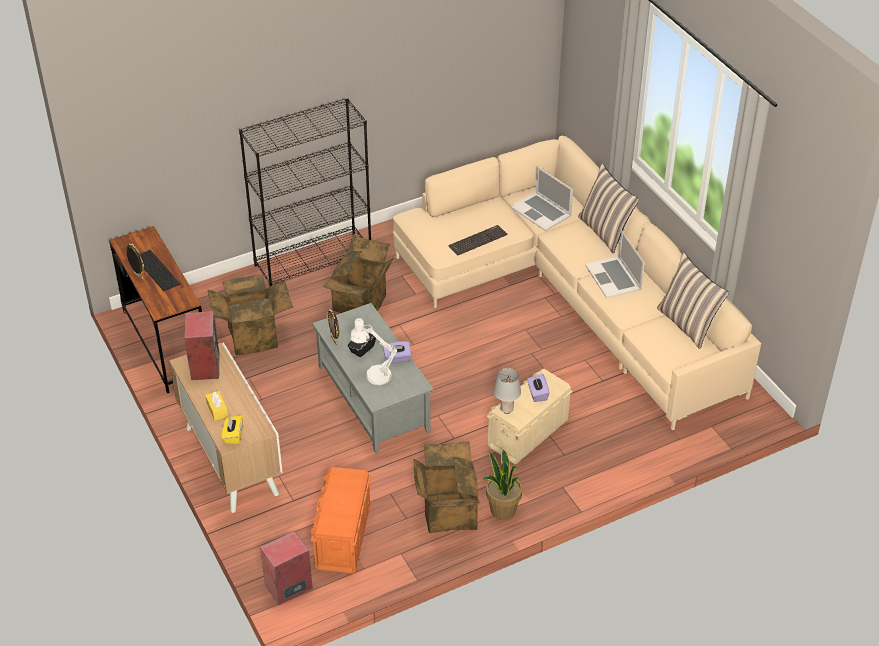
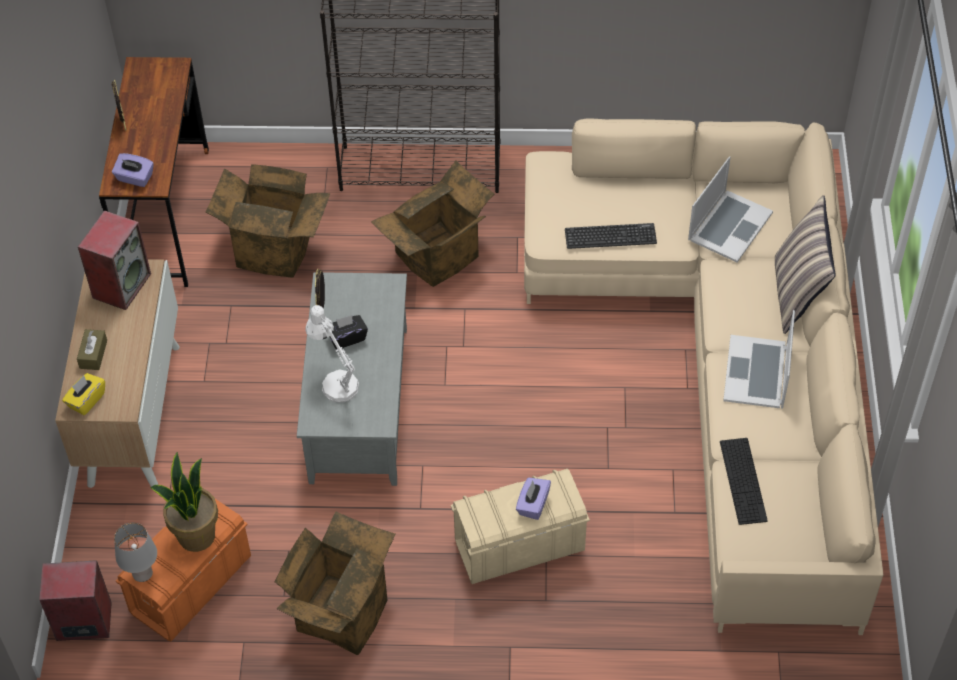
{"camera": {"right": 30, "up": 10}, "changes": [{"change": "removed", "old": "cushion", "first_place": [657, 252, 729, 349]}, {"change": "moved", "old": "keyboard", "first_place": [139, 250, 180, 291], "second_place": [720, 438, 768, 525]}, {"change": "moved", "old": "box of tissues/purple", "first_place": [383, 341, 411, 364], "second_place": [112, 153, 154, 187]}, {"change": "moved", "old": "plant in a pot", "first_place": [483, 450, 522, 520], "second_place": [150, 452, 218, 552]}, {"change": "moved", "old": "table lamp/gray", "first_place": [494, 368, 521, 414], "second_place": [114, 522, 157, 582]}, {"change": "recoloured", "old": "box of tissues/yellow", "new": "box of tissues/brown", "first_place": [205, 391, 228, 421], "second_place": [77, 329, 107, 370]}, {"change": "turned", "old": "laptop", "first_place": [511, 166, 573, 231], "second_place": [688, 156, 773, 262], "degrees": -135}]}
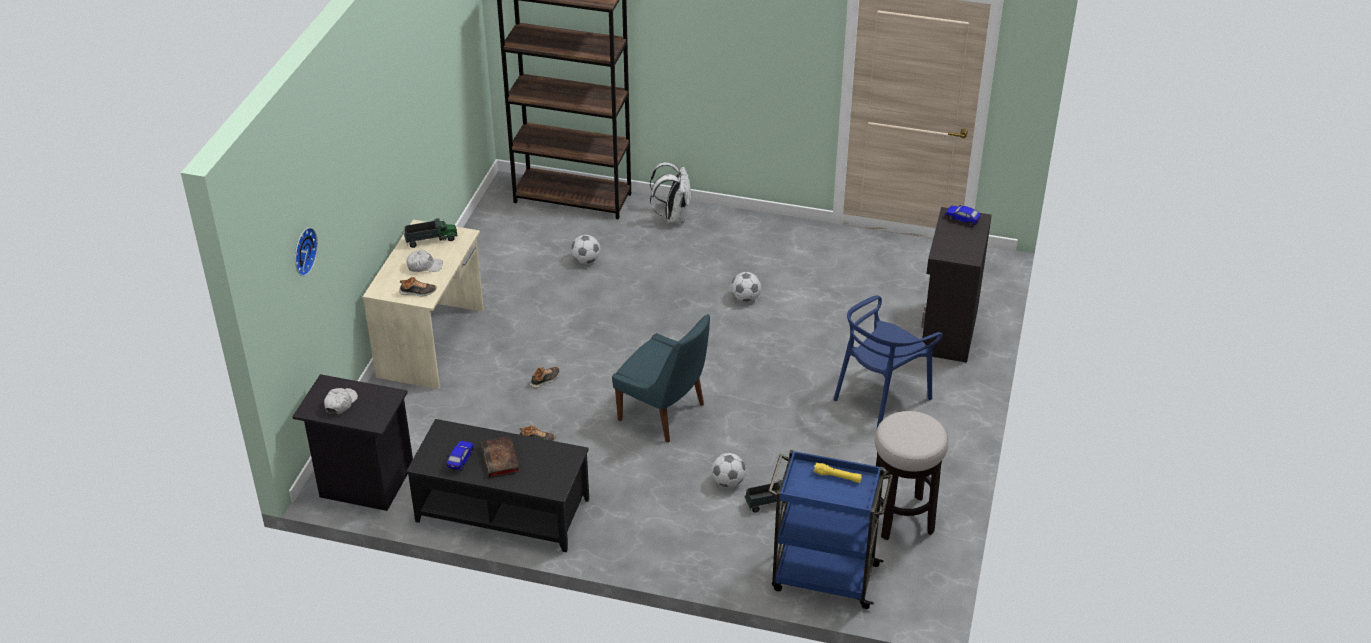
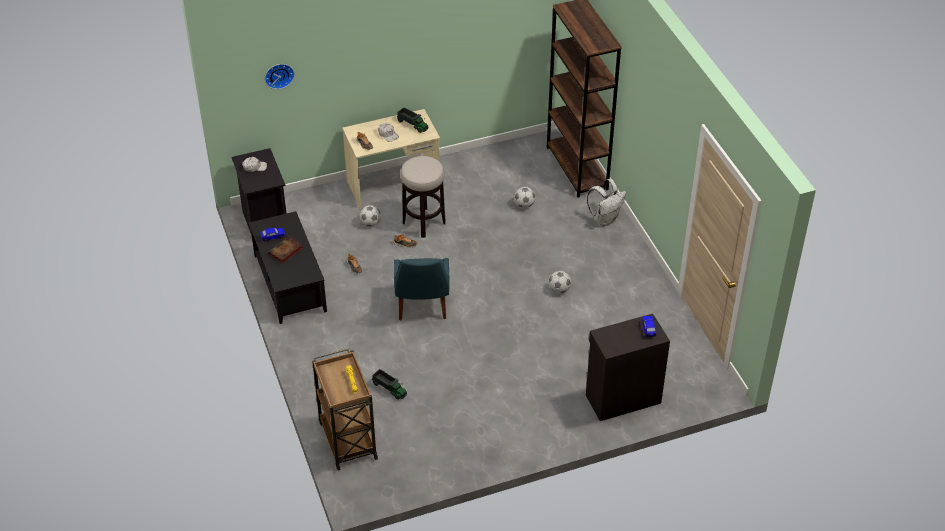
{"camera": {"right": 55, "up": 5}, "changes": [{"change": "removed", "old": "chair/bluish", "first_place": [834, 295, 943, 427]}, {"change": "moved", "old": "ball for football", "first_place": [712, 453, 746, 487], "second_place": [359, 205, 381, 227]}, {"change": "moved", "old": "stool seat", "first_place": [875, 411, 948, 541], "second_place": [400, 156, 446, 238]}, {"change": "recoloured", "old": "cart/bluish", "new": "cart/brown", "first_place": [768, 450, 893, 609], "second_place": [312, 348, 378, 471]}]}
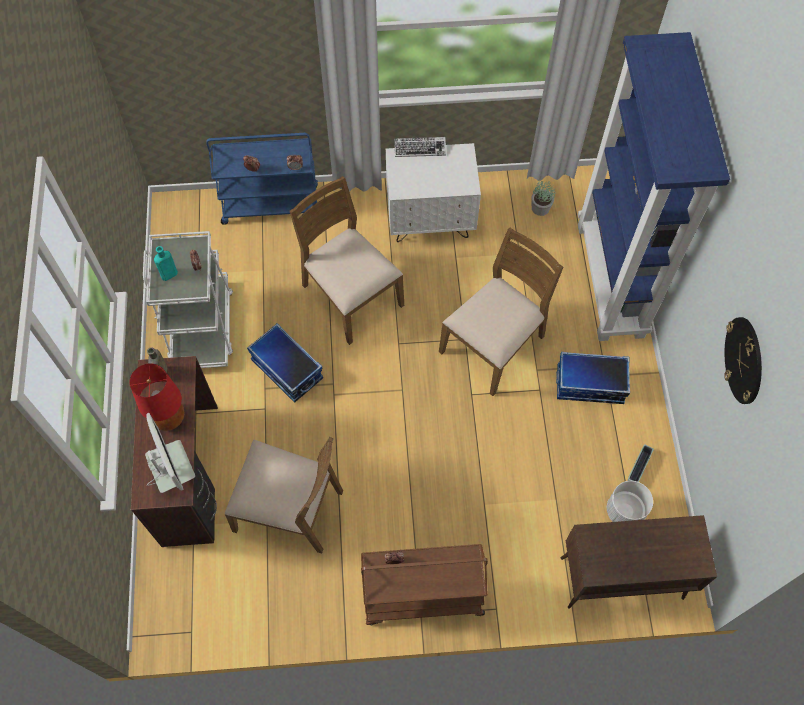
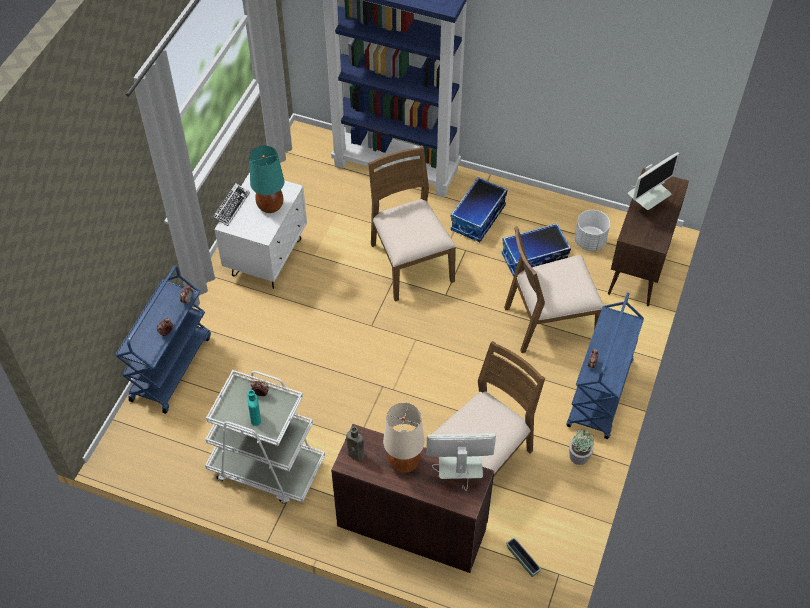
{"camera": {"right": -65, "up": -10}, "changes": [{"change": "removed", "old": "hanging clock", "first_place": [724, 317, 762, 404]}, {"change": "added", "new": "table lamp/blue-green", "second_place": [249, 146, 284, 213]}, {"change": "added", "new": "monitor", "second_place": [628, 152, 679, 210]}, {"change": "moved", "old": "storage box", "first_place": [247, 323, 323, 403], "second_place": [502, 223, 571, 277]}, {"change": "moved", "old": "chair/brown", "first_place": [290, 176, 404, 345], "second_place": [504, 226, 604, 353]}, {"change": "moved", "old": "plant in a pot", "first_place": [532, 180, 556, 216], "second_place": [569, 429, 594, 465]}, {"change": "moved", "old": "flower pot", "first_place": [628, 444, 654, 482], "second_place": [506, 538, 541, 577]}, {"change": "recoloured", "old": "table lamp/red-coloured", "new": "table lamp/beige-coloured", "first_place": [129, 363, 184, 431], "second_place": [383, 403, 425, 473]}, {"change": "recoloured", "old": "cart/brown", "new": "cart/bluish", "first_place": [361, 544, 488, 625], "second_place": [567, 293, 644, 439]}]}
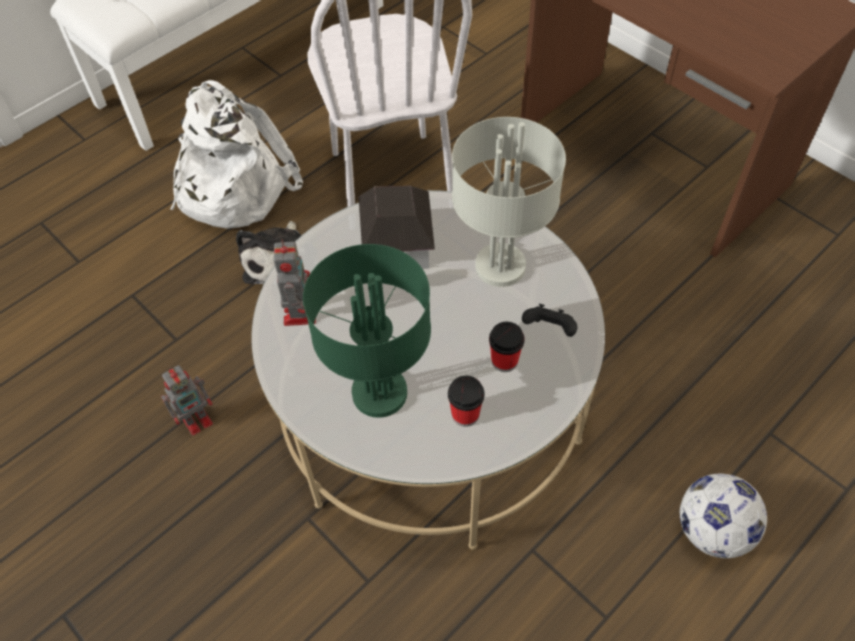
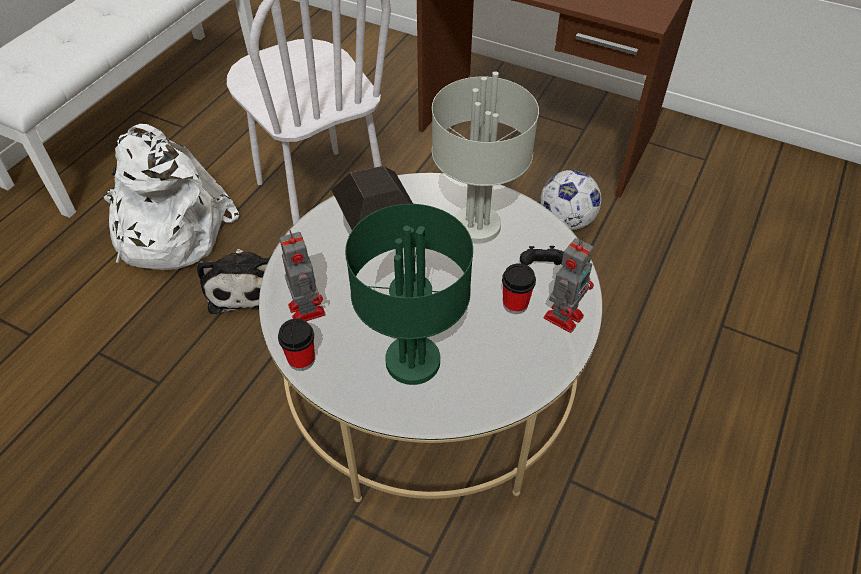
{"camera": {"right": -20, "up": -5}, "changes": [{"change": "moved", "old": "model robot", "first_place": [161, 365, 213, 436], "second_place": [544, 237, 594, 333]}, {"change": "moved", "old": "small cup", "first_place": [448, 376, 485, 427], "second_place": [278, 318, 315, 371]}, {"change": "moved", "old": "ball for football", "first_place": [680, 473, 767, 558], "second_place": [540, 170, 601, 230]}]}
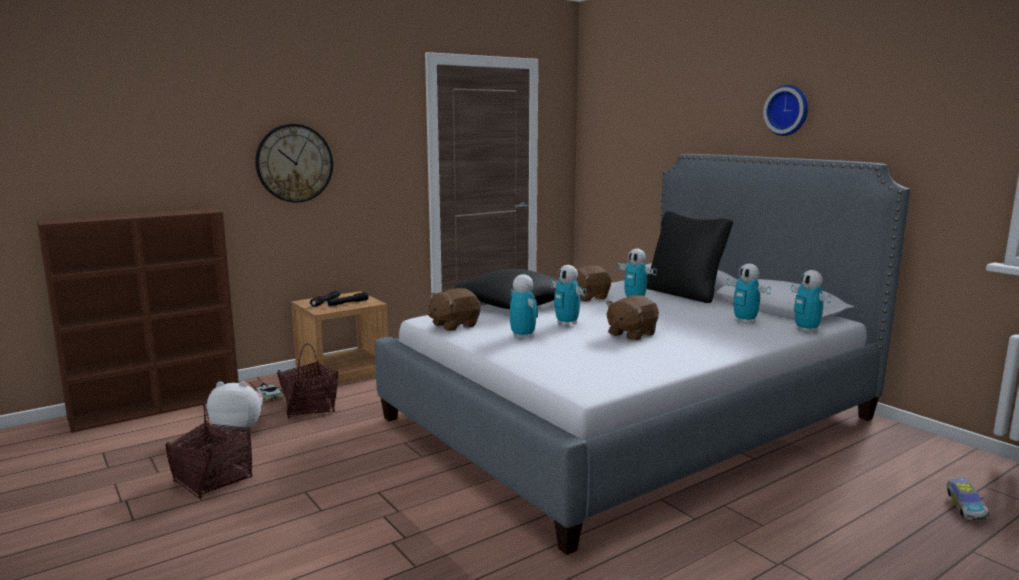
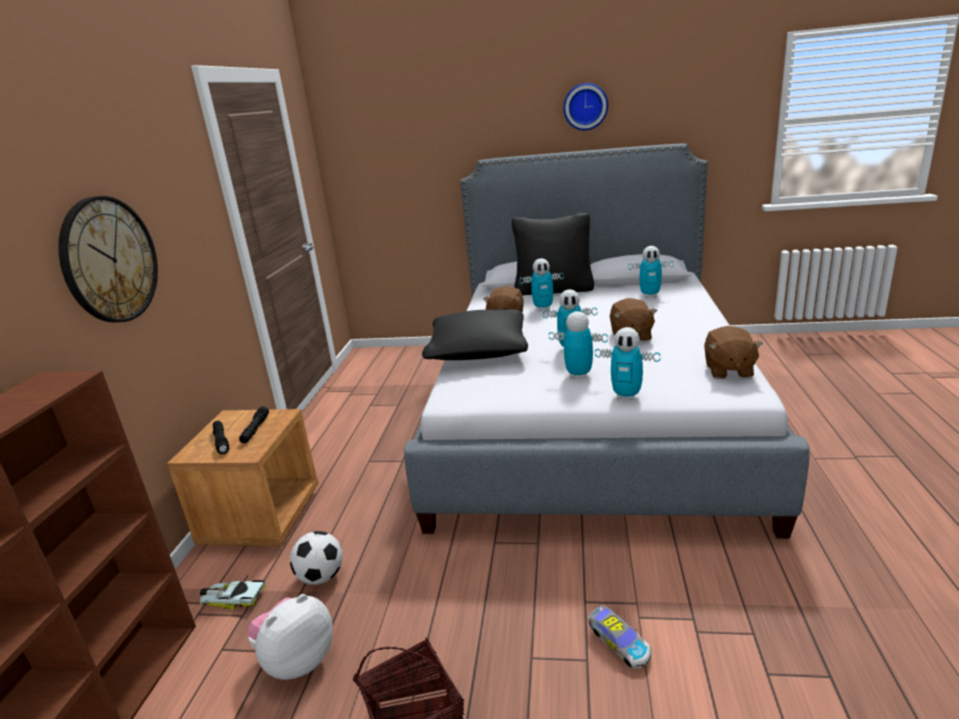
{"camera": {"right": -45, "up": 10}, "changes": [{"change": "moved", "old": "cuddly toy/brown", "first_place": [428, 288, 480, 331], "second_place": [704, 326, 763, 379]}, {"change": "moved", "old": "model robot", "first_place": [791, 270, 831, 333], "second_place": [595, 327, 661, 400]}, {"change": "moved", "old": "toy car", "first_place": [947, 478, 989, 521], "second_place": [588, 605, 651, 669]}, {"change": "replaced", "old": "storage basket", "new": "ball for football", "first_place": [277, 343, 338, 419], "second_place": [290, 531, 343, 585]}]}
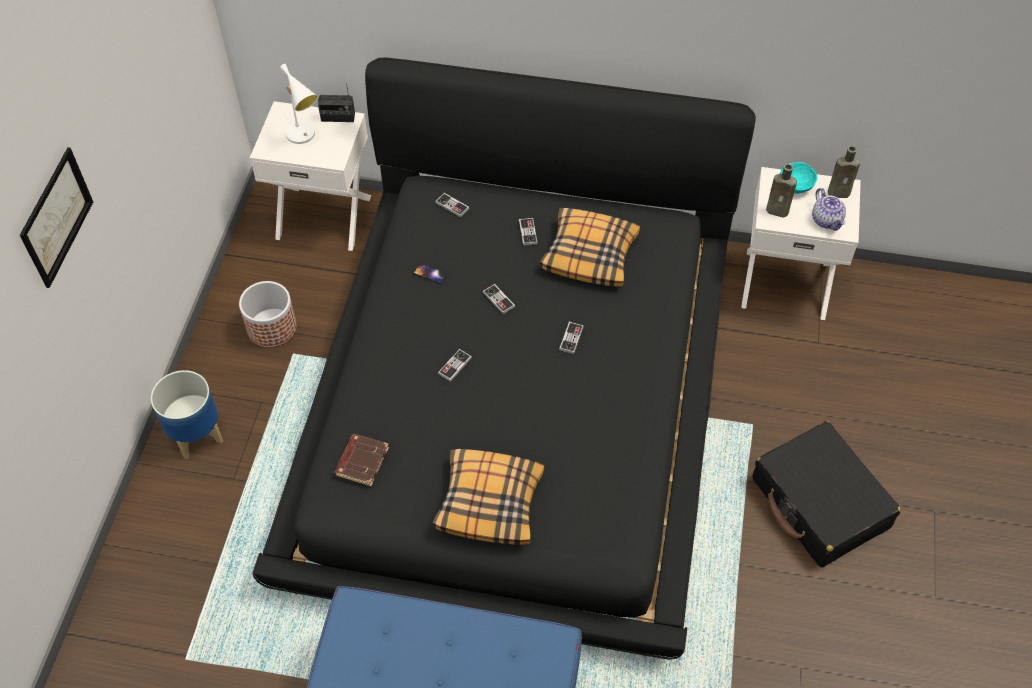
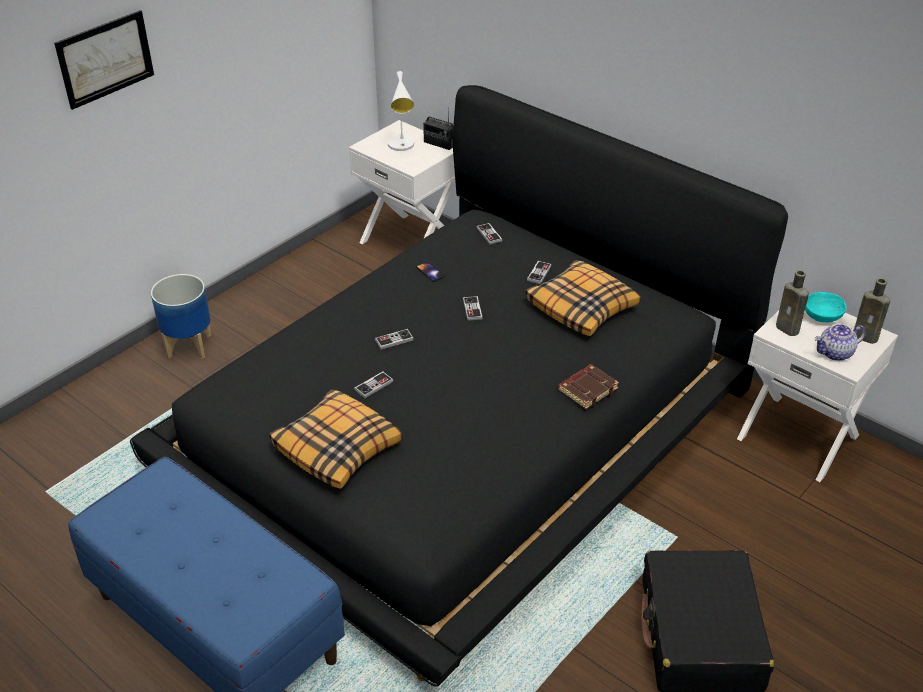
{"camera": {"right": 30, "up": -15}, "changes": [{"change": "removed", "old": "flower pot", "first_place": [239, 281, 297, 348]}, {"change": "moved", "old": "book/brown", "first_place": [334, 434, 389, 487], "second_place": [558, 364, 619, 409]}, {"change": "moved", "old": "joypad", "first_place": [559, 322, 584, 354], "second_place": [354, 372, 394, 398]}, {"change": "turned", "old": "pot for tea", "first_place": [812, 188, 846, 231], "second_place": [814, 324, 866, 361], "degrees": 60}]}
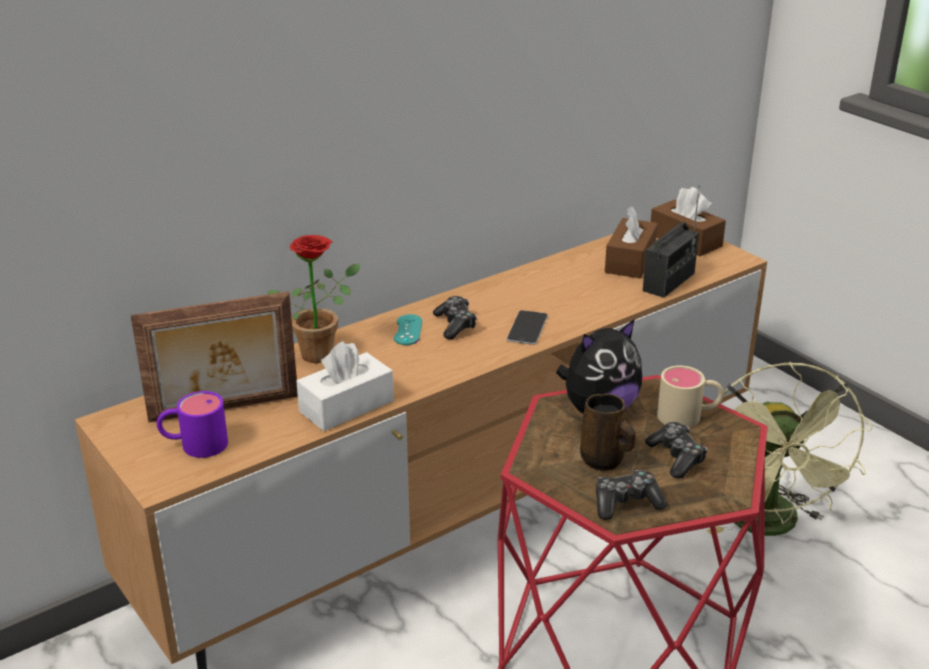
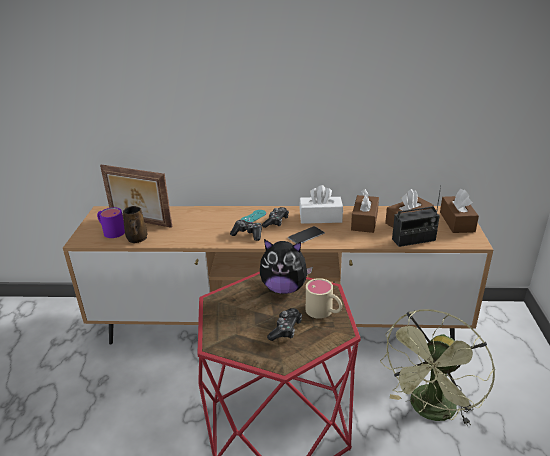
{"camera": {"right": 40, "up": 0}, "changes": [{"change": "removed", "old": "plant in a pot", "first_place": [267, 235, 360, 363]}, {"change": "added", "new": "box of tissues/brown", "second_place": [351, 189, 379, 233]}, {"change": "moved", "old": "box of tissues/white-coloured", "first_place": [296, 341, 394, 431], "second_place": [299, 185, 343, 224]}, {"change": "moved", "old": "mug/brown", "first_place": [580, 394, 636, 471], "second_place": [123, 206, 147, 243]}, {"change": "moved", "old": "joypad", "first_place": [596, 470, 667, 520], "second_place": [230, 220, 262, 241]}]}
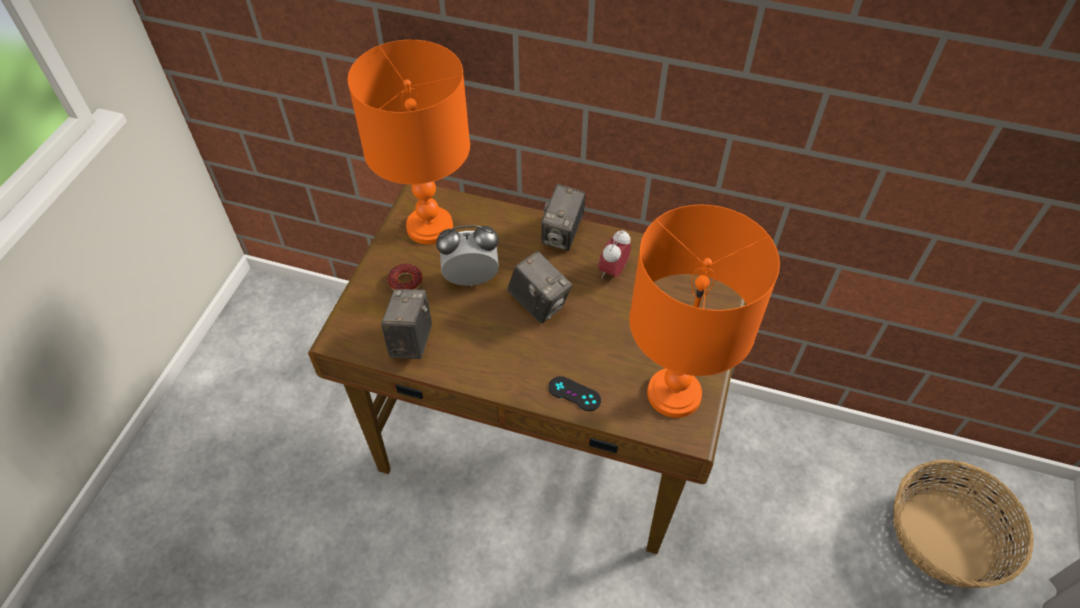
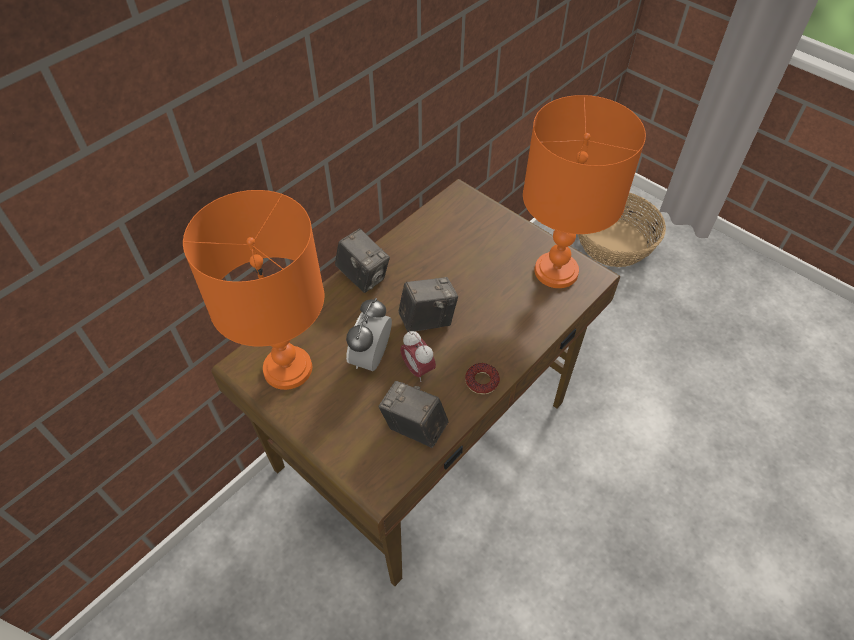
{"camera": {"right": -65, "up": 0}, "changes": [{"change": "removed", "old": "joypad/blackish", "first_place": [548, 376, 601, 411]}, {"change": "moved", "old": "ring doughnut", "first_place": [388, 264, 423, 290], "second_place": [465, 363, 500, 394]}, {"change": "moved", "old": "bedside clock", "first_place": [598, 230, 631, 278], "second_place": [400, 331, 436, 382]}]}
